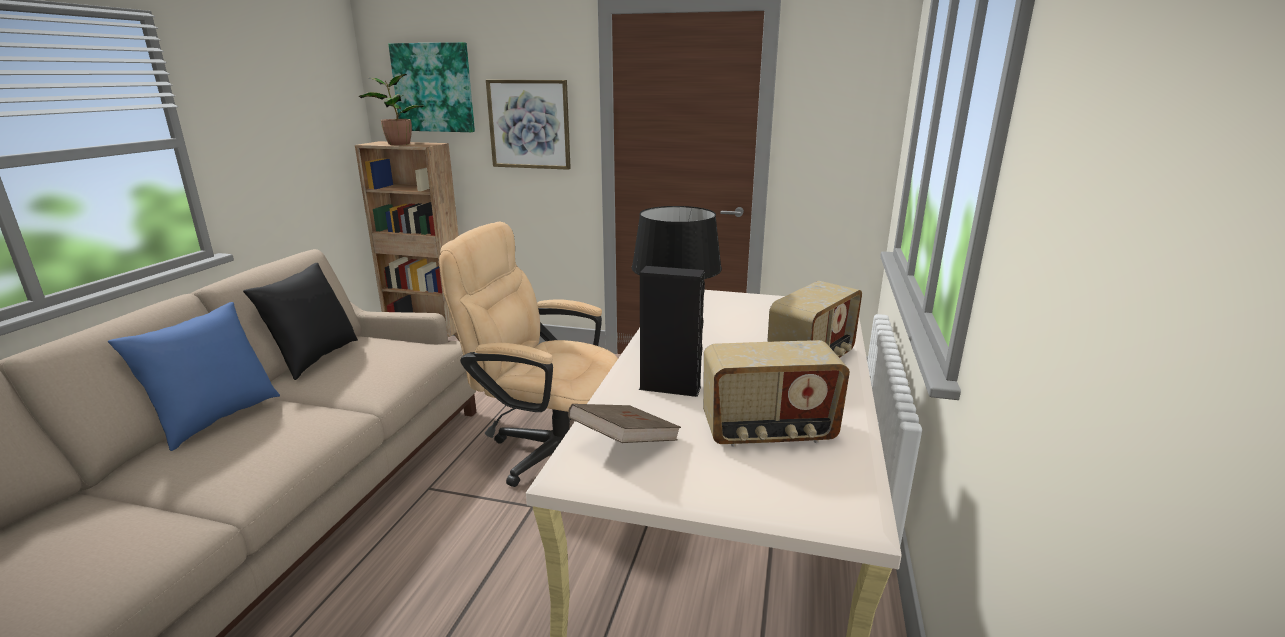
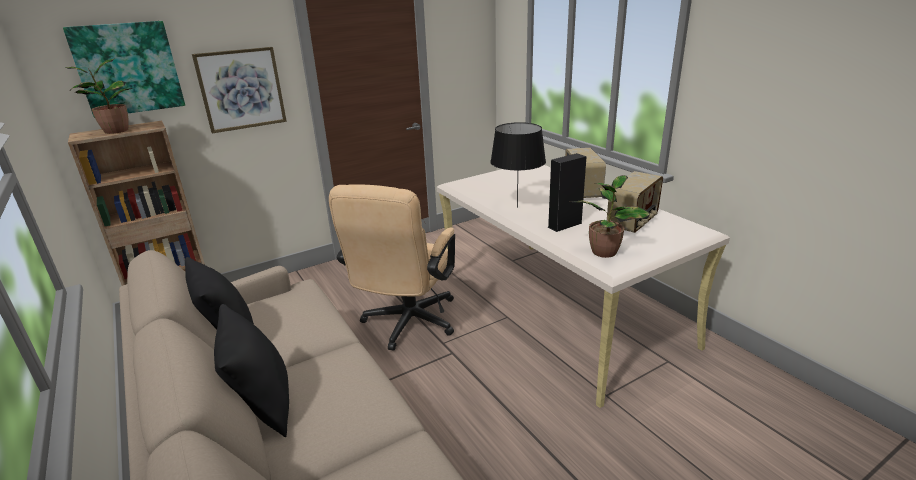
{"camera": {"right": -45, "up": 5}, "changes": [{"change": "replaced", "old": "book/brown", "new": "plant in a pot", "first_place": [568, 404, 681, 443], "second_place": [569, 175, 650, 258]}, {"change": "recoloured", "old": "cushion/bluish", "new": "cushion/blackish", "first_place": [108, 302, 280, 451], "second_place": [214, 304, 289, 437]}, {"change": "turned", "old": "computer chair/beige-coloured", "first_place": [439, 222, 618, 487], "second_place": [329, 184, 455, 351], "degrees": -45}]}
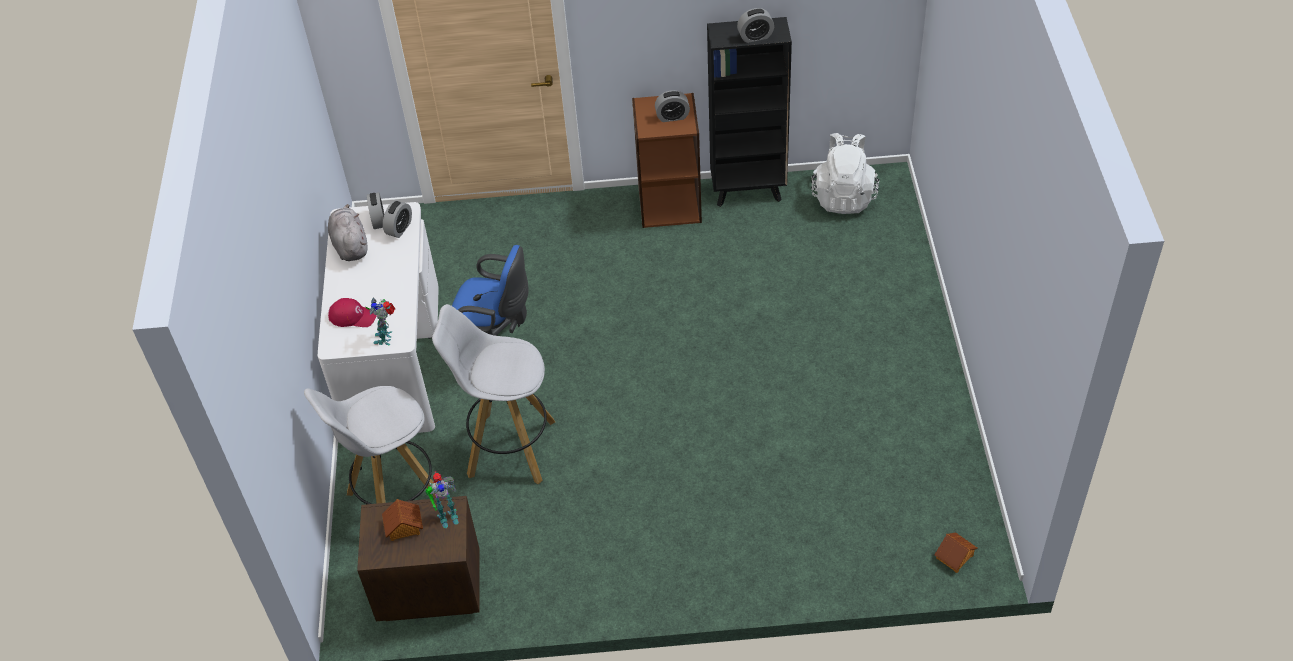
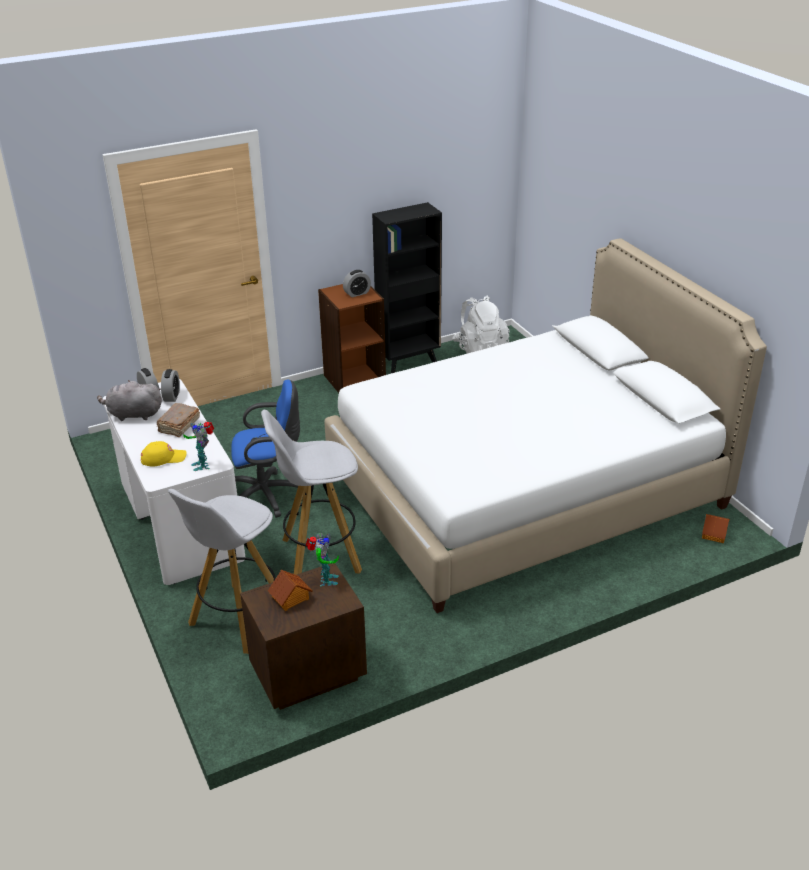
{"camera": {"right": -25, "up": -15}, "changes": [{"change": "removed", "old": "bedside clock", "first_place": [737, 8, 774, 43]}, {"change": "added", "new": "book/brown", "second_place": [157, 403, 200, 437]}, {"change": "added", "new": "bed/white-coloured", "second_place": [324, 239, 767, 613]}, {"change": "recoloured", "old": "cap/red-coloured", "new": "cap/yellow", "first_place": [328, 298, 377, 327], "second_place": [141, 441, 187, 466]}, {"change": "turned", "old": "cuddly toy/gray", "first_place": [328, 204, 368, 261], "second_place": [97, 380, 162, 421], "degrees": -45}, {"change": "turned", "old": "model robot", "first_place": [425, 471, 459, 528], "second_place": [306, 533, 339, 586], "degrees": -45}]}
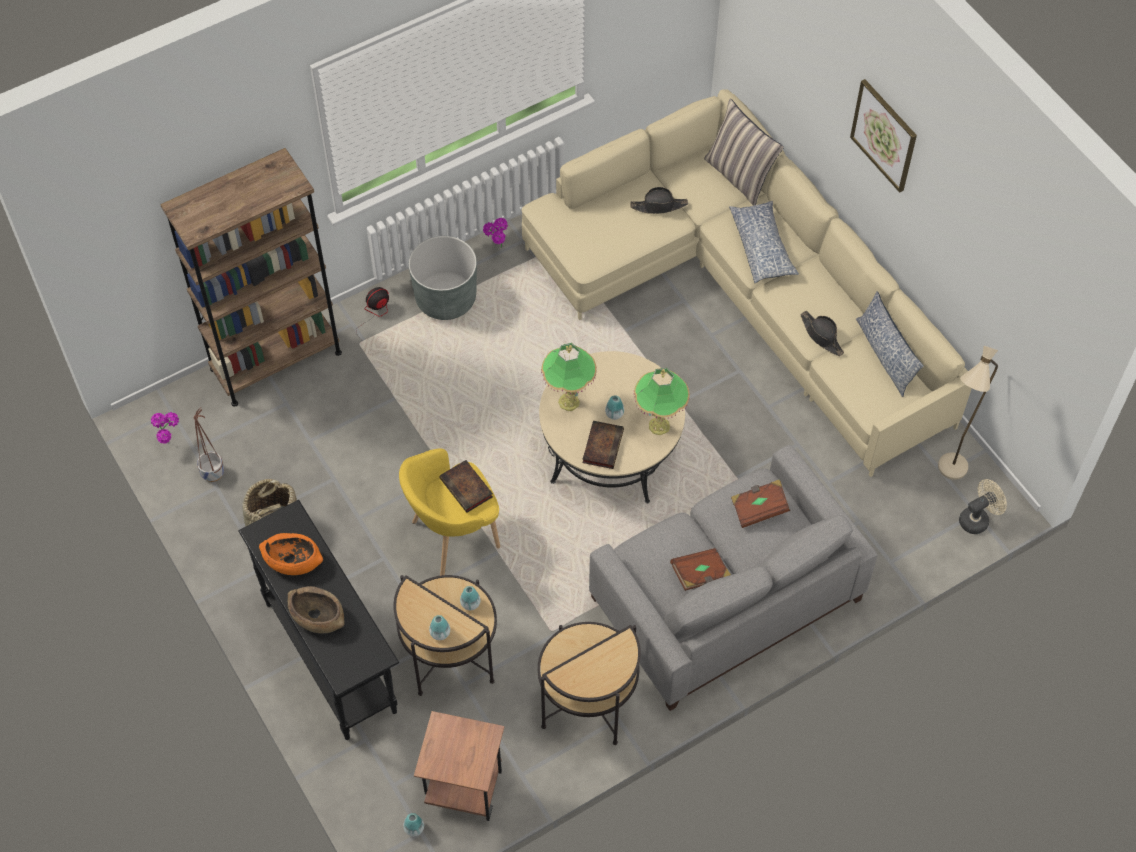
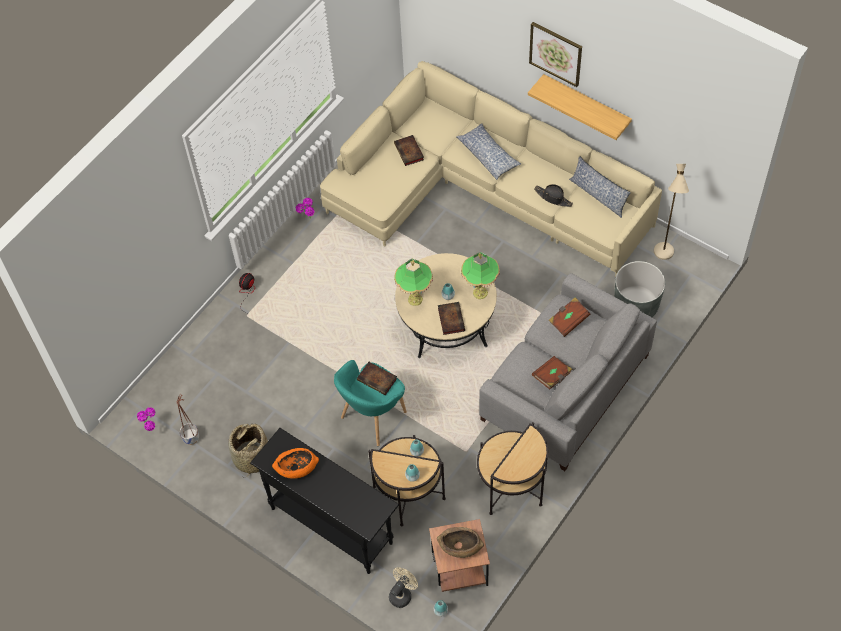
{"camera": {"right": -20, "up": 0}, "changes": [{"change": "removed", "old": "bookcase/brown", "first_place": [160, 148, 342, 407]}, {"change": "removed", "old": "cushion", "first_place": [704, 99, 784, 206]}, {"change": "added", "new": "wall shelf", "second_place": [528, 74, 632, 140]}, {"change": "moved", "old": "deep dish/brown", "first_place": [288, 586, 345, 633], "second_place": [437, 527, 484, 558]}, {"change": "moved", "old": "flower pot/gray", "first_place": [409, 236, 477, 320], "second_place": [614, 261, 665, 317]}, {"change": "moved", "old": "fan/beige-coloured", "first_place": [959, 479, 1007, 534], "second_place": [389, 567, 418, 608]}, {"change": "replaced", "old": "wearable hat/blackish", "new": "book", "first_place": [630, 187, 688, 214], "second_place": [394, 135, 424, 166]}, {"change": "recoloured", "old": "armchair/yellow", "new": "armchair/blue-green", "first_place": [399, 449, 500, 576], "second_place": [334, 360, 407, 446]}]}
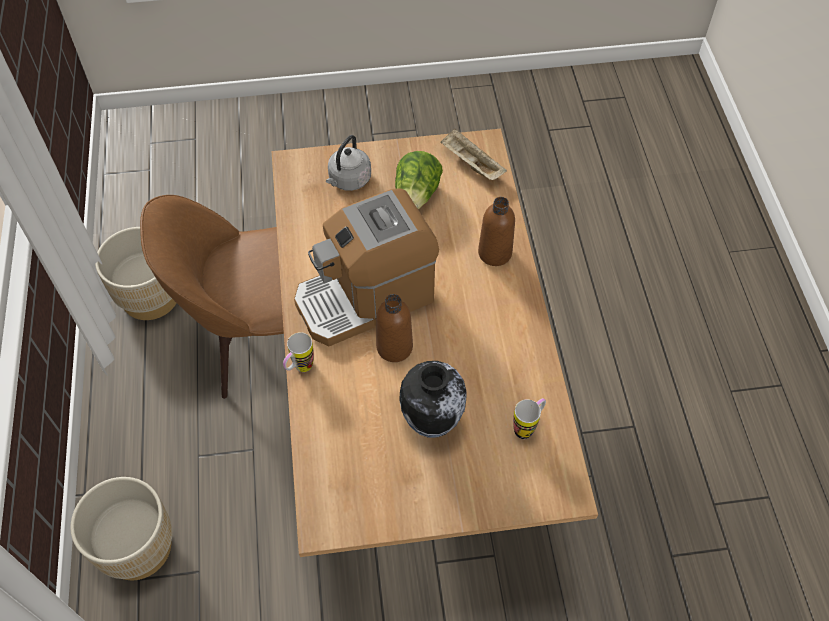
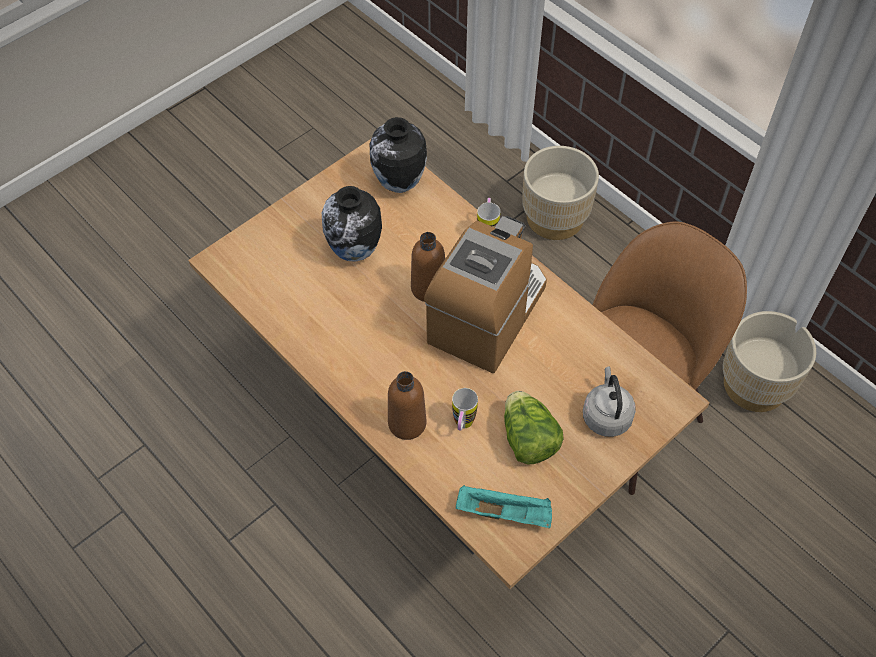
{"camera": {"right": 145, "up": 0}, "changes": [{"change": "added", "new": "decorative vase", "second_place": [370, 117, 427, 193]}, {"change": "moved", "old": "mug", "first_place": [513, 398, 546, 439], "second_place": [452, 388, 478, 430]}, {"change": "recoloured", "old": "serving tray/beige-coloured", "new": "serving tray/blue-green", "first_place": [440, 129, 507, 180], "second_place": [456, 485, 552, 528]}]}
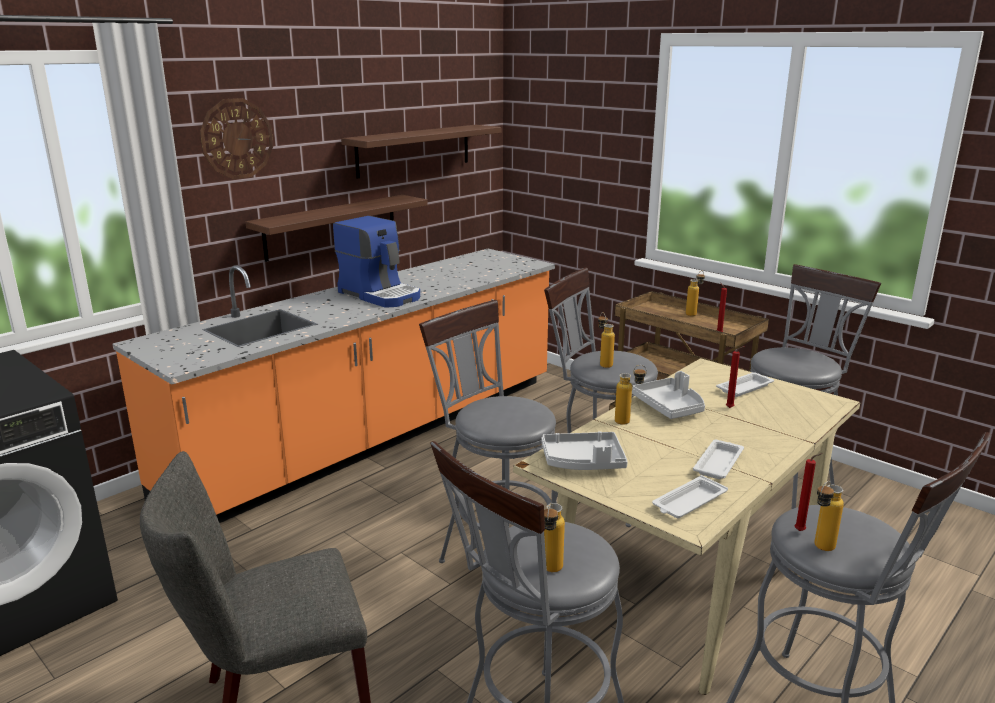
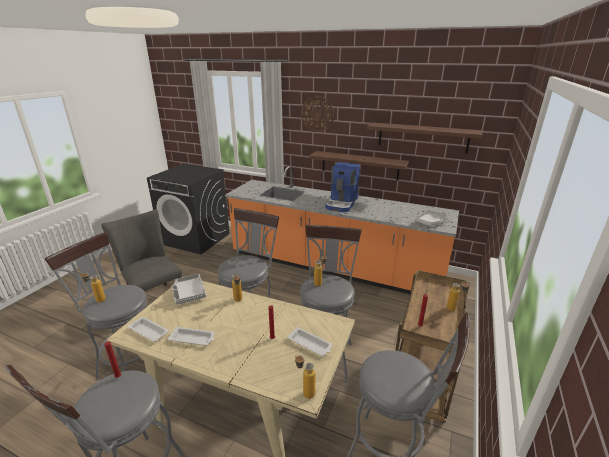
{"camera": {"right": 70, "up": 5}, "changes": [{"change": "moved", "old": "serving tray/gray", "first_place": [632, 371, 705, 419], "second_place": [415, 210, 449, 226]}, {"change": "moved", "old": "beverage bottle", "first_place": [814, 481, 844, 551], "second_place": [295, 354, 316, 399]}]}
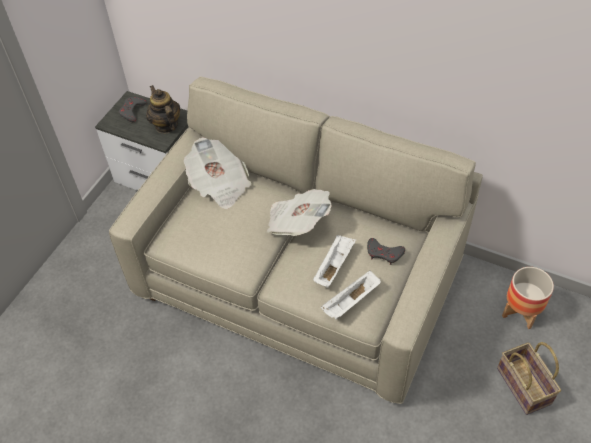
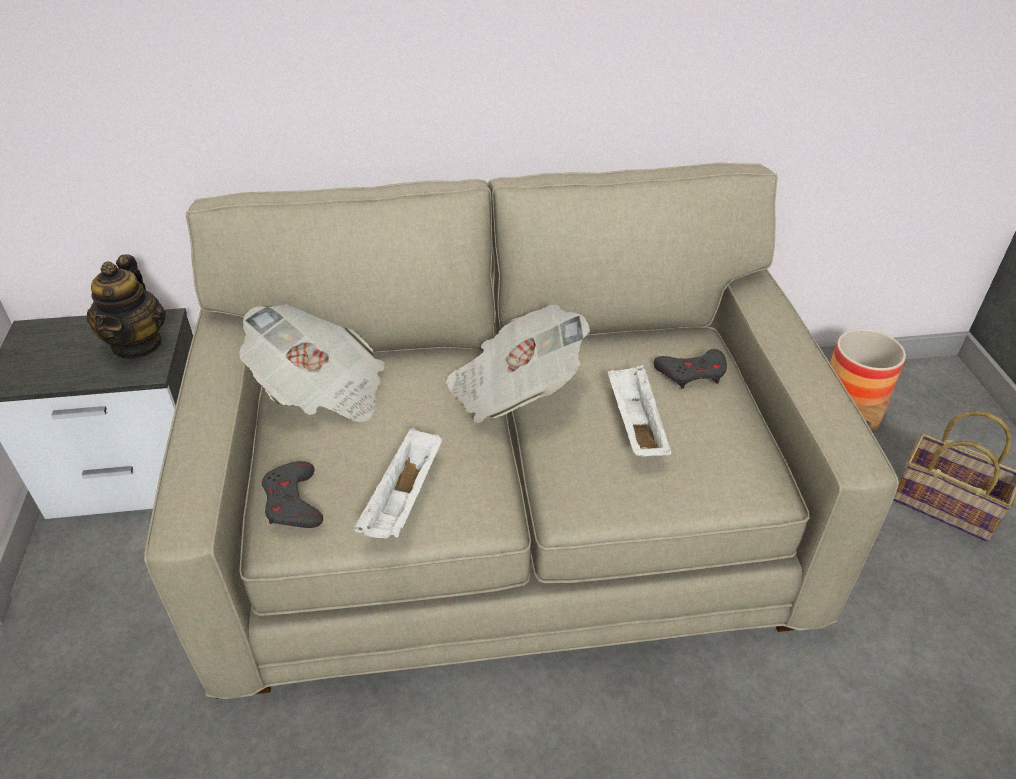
{"camera": {"right": -35, "up": -10}, "changes": [{"change": "moved", "old": "joypad/gray", "first_place": [119, 97, 147, 122], "second_place": [262, 461, 323, 528]}, {"change": "moved", "old": "serving tray/white-coloured", "first_place": [321, 270, 381, 320], "second_place": [354, 428, 442, 538]}, {"change": "turned", "old": "pot for tea", "first_place": [146, 85, 180, 134], "second_place": [86, 255, 166, 359], "degrees": -120}]}
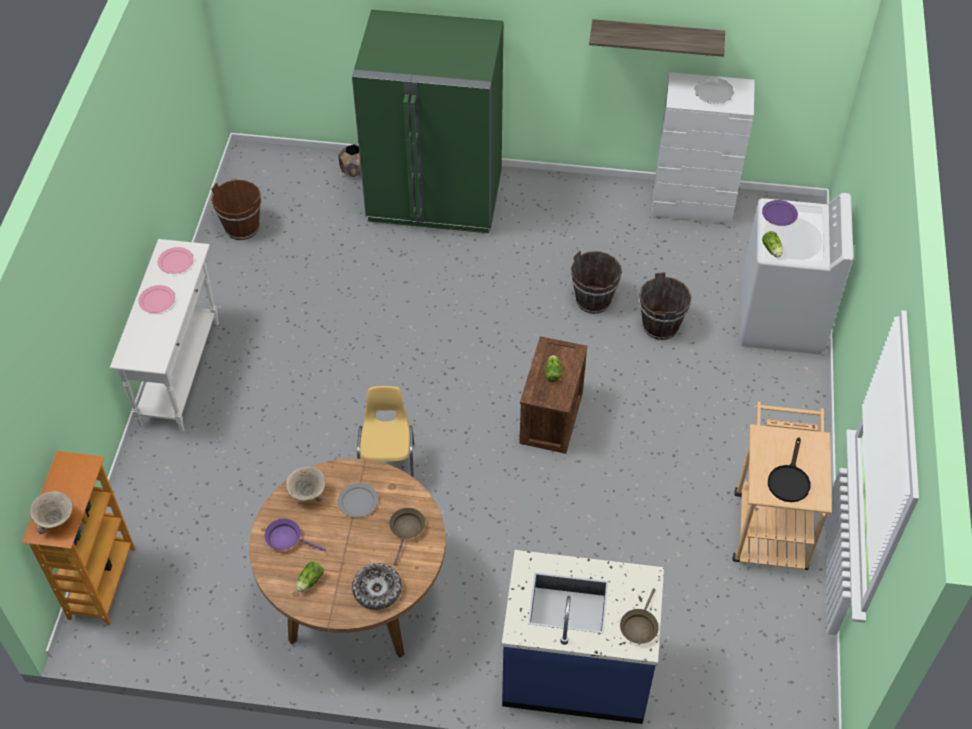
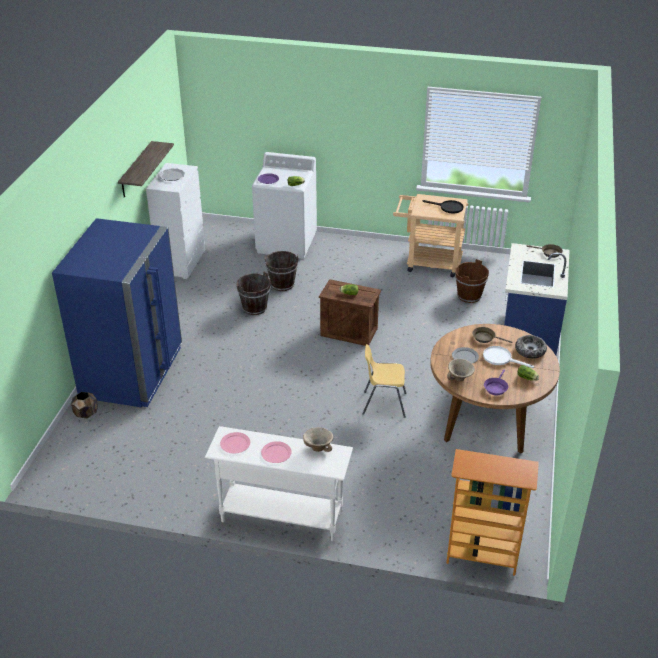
{"camera": {"right": -85, "up": -15}, "changes": [{"change": "added", "new": "frying pan/white-coloured", "second_place": [483, 346, 534, 368]}, {"change": "moved", "old": "deep dish/beige-coloured", "first_place": [30, 491, 73, 534], "second_place": [303, 427, 333, 452]}, {"change": "moved", "old": "pail/brown", "first_place": [211, 180, 261, 240], "second_place": [455, 259, 489, 303]}, {"change": "recoloured", "old": "fridge/greenish", "new": "fridge/bluish", "first_place": [352, 10, 503, 233], "second_place": [52, 218, 182, 407]}]}
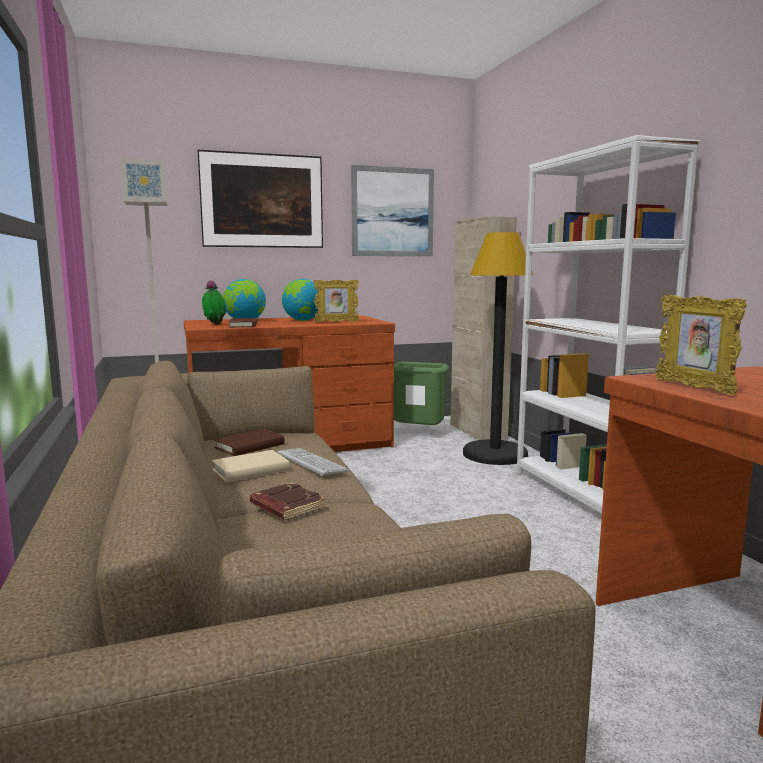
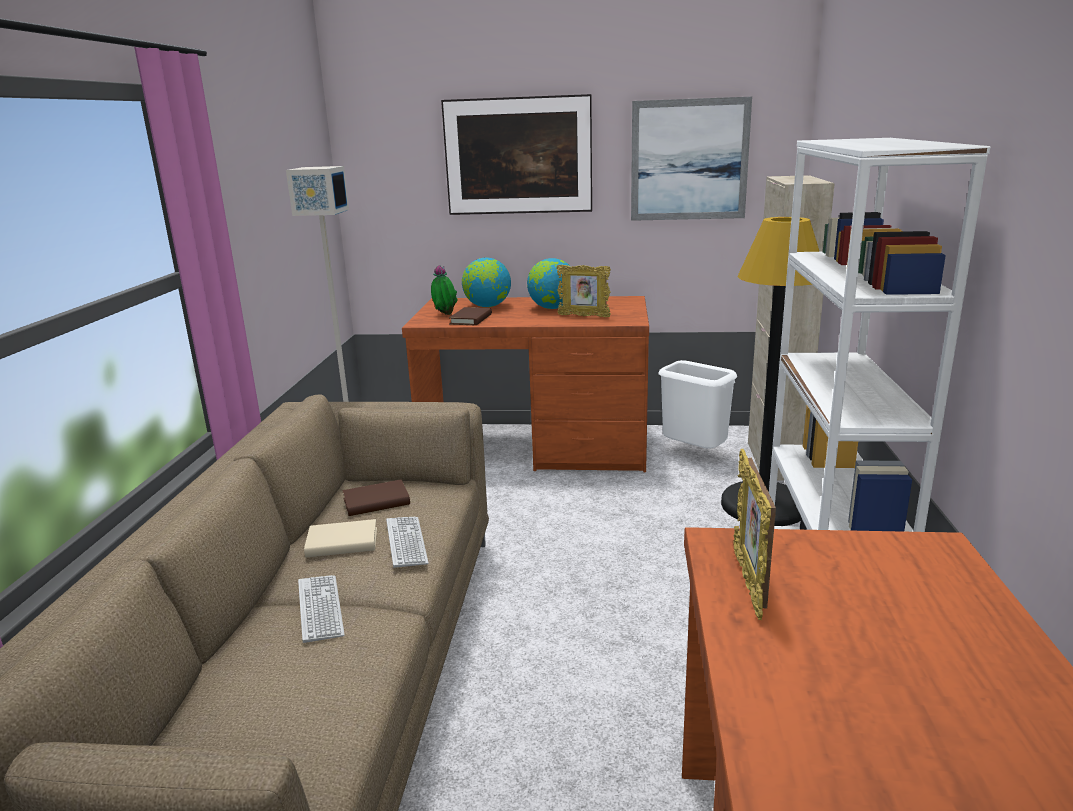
{"camera": {"right": 25, "up": 10}, "changes": [{"change": "replaced", "old": "book/brown", "new": "keyboard", "first_place": [250, 482, 326, 521], "second_place": [298, 575, 345, 643]}, {"change": "recoloured", "old": "trash can/greenish", "new": "trash can/white-coloured", "first_place": [394, 362, 449, 425], "second_place": [658, 360, 737, 448]}]}
